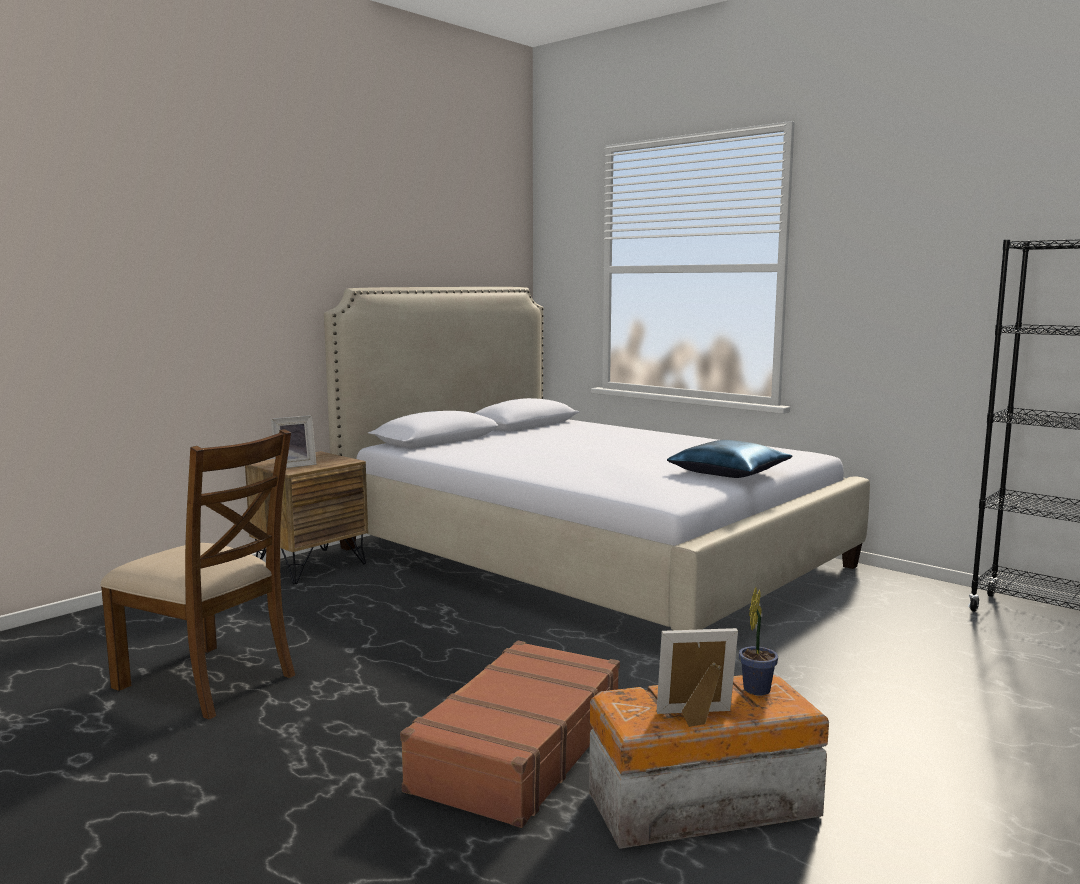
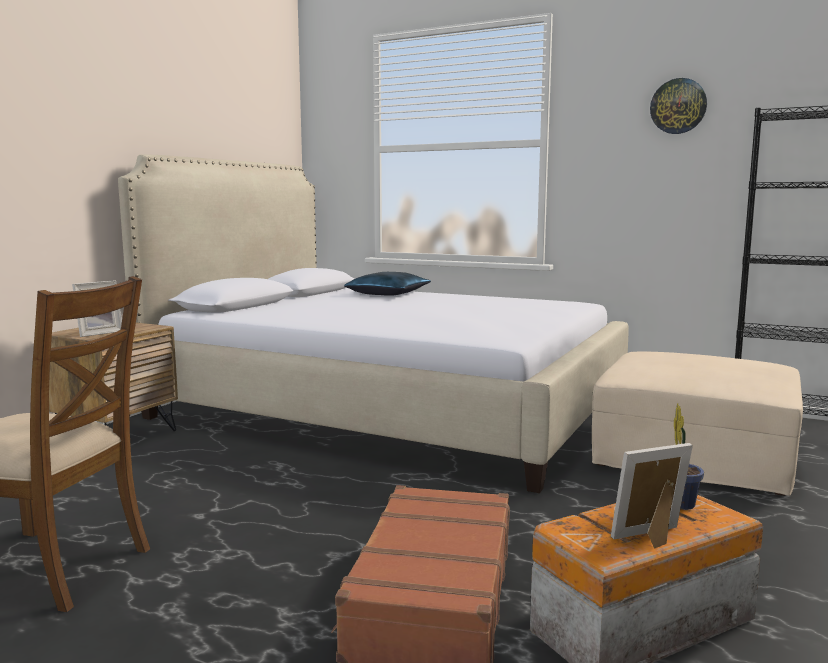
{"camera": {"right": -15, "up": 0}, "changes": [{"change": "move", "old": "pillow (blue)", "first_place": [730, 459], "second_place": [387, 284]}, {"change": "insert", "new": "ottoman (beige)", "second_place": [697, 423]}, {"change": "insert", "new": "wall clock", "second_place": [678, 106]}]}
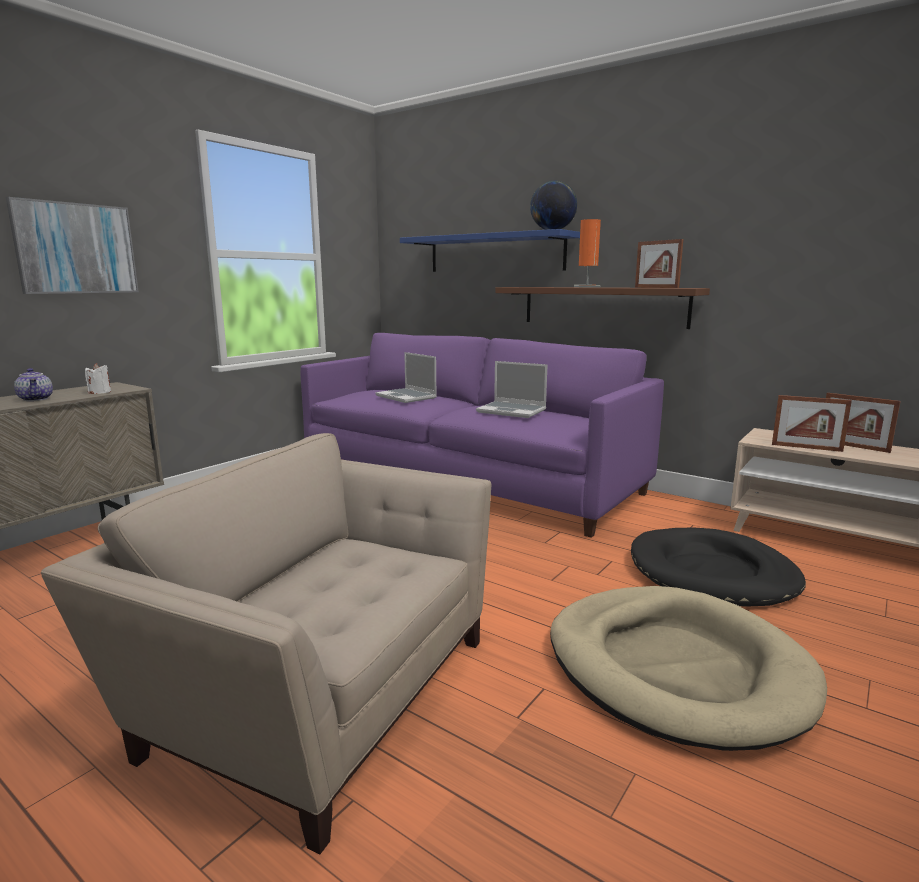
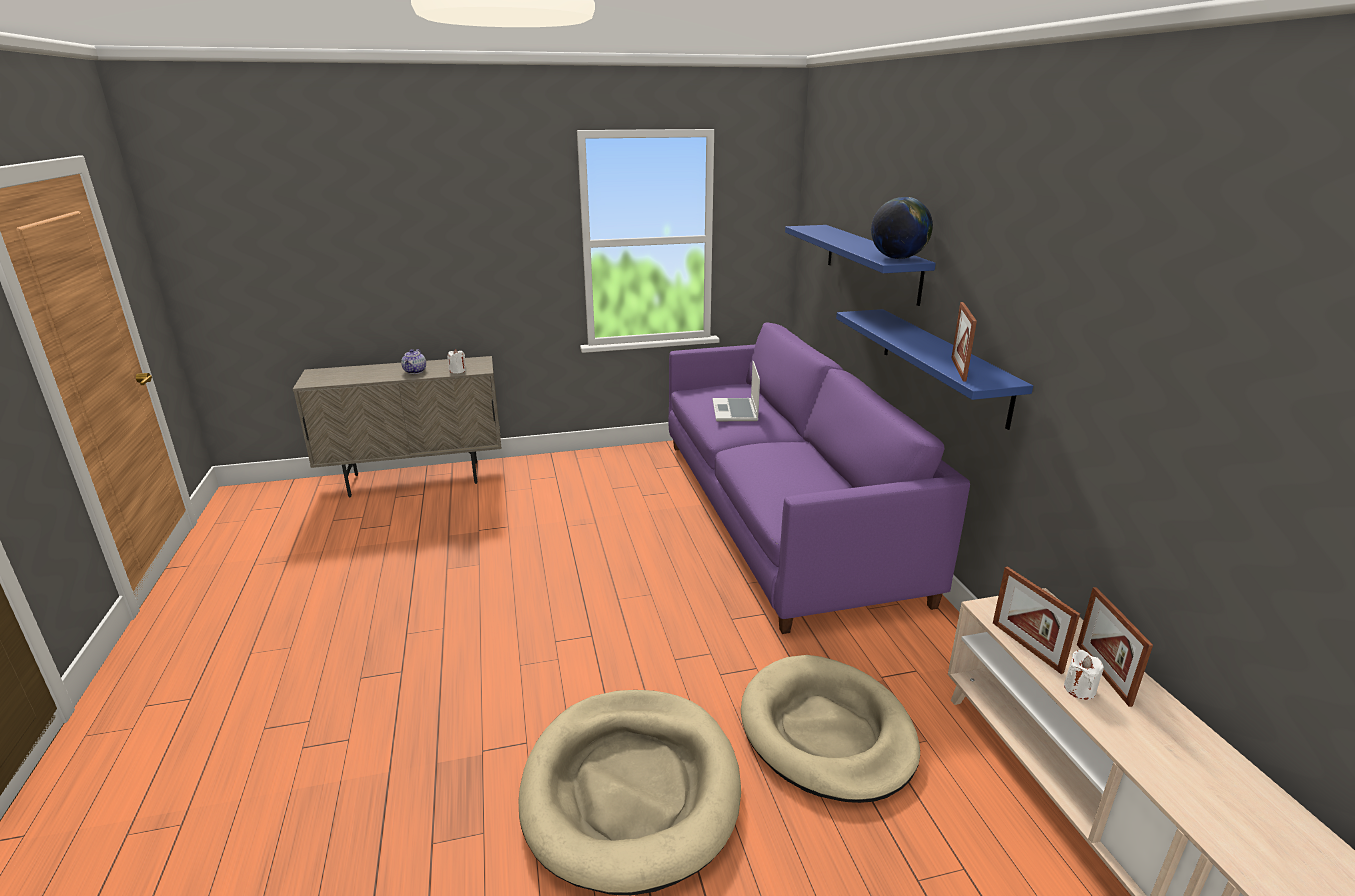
{"camera": {"right": 40, "up": 10}, "changes": [{"change": "recolor", "old": "dog bed (black)", "new": "dog bed (beige)", "first_place": [718, 567], "second_place": [830, 729]}, {"change": "recolor", "old": "shelf (brown)", "new": "shelf (blue)", "first_place": [602, 308], "second_place": [934, 369]}, {"change": "insert", "new": "candle (white)", "second_place": [1084, 675]}, {"change": "delete", "old": "picture", "first_place": [72, 245]}, {"change": "delete", "old": "armchair (beige)", "first_place": [266, 643]}, {"change": "delete", "old": "laptop", "first_place": [511, 389]}, {"change": "delete", "old": "table lamp (orange)", "first_place": [587, 253]}]}
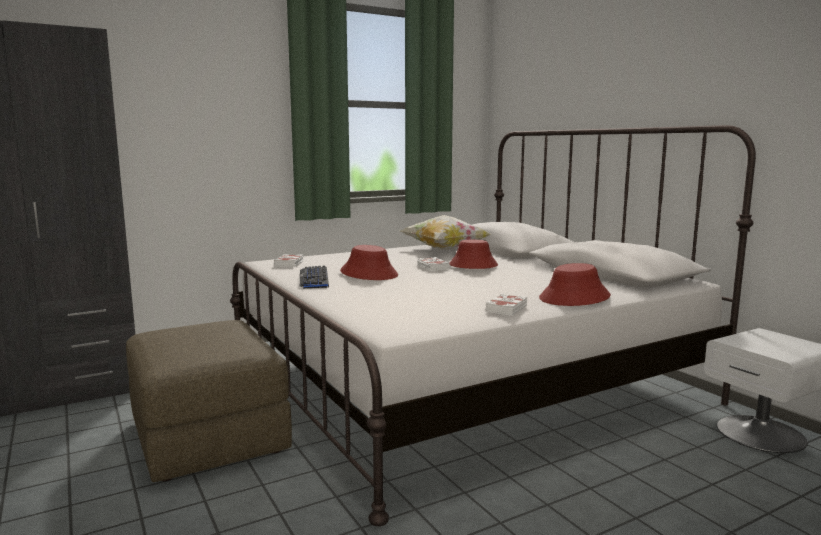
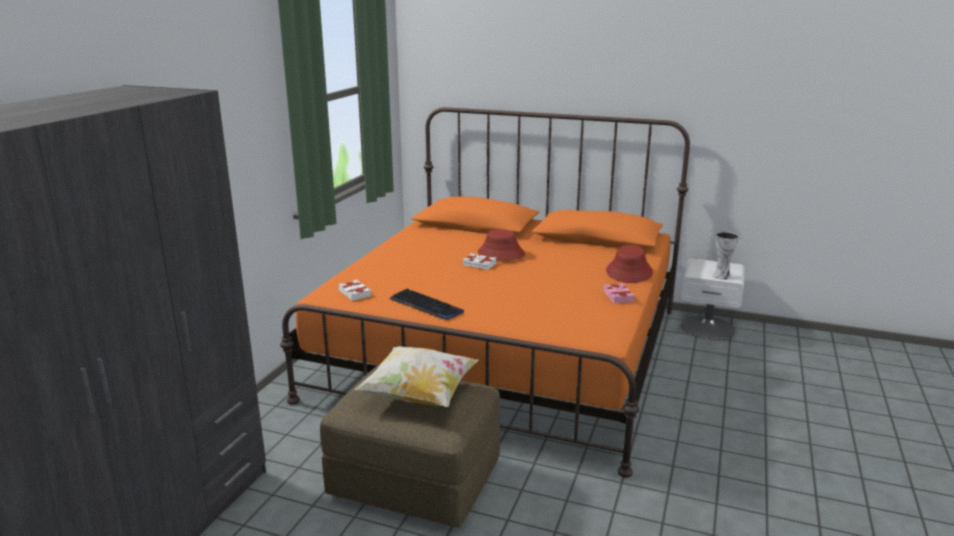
{"camera": {"right": -40, "up": 10}, "changes": [{"change": "recolor", "old": "bed (white)", "new": "bed (orange)", "first_place": [493, 325], "second_place": [485, 292]}, {"change": "move", "old": "pillow", "first_place": [446, 232], "second_place": [416, 376]}, {"change": "recolor", "old": "book (white)", "new": "book (pink)", "first_place": [506, 305], "second_place": [619, 293]}, {"change": "insert", "new": "vase", "second_place": [726, 256]}, {"change": "delete", "old": "hat (red)", "first_place": [369, 262]}]}
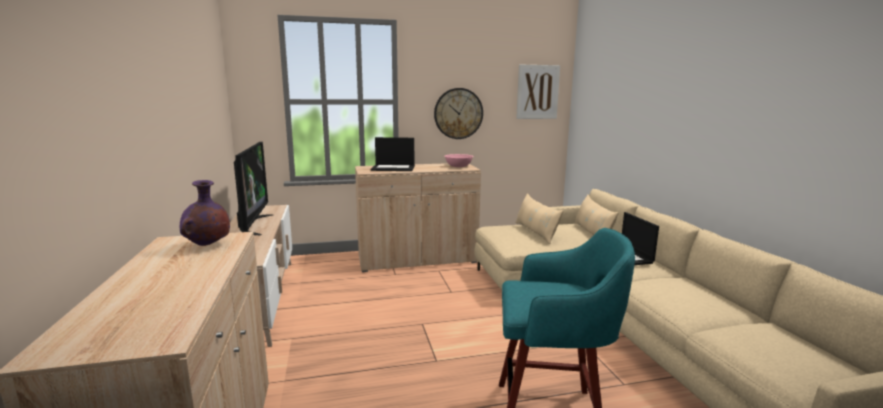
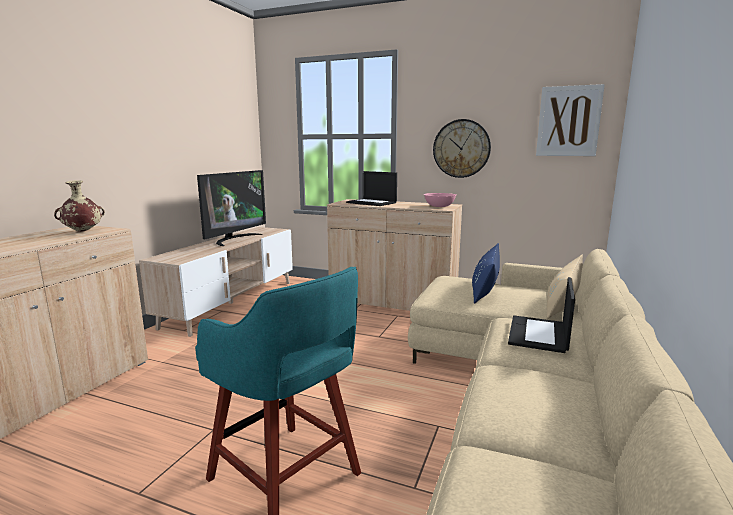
{"camera": {"right": 35, "up": 0}, "changes": [{"change": "recolor", "old": "vase (purple)", "new": "vase (beige)", "first_place": [205, 213], "second_place": [79, 206]}, {"change": "recolor", "old": "pillow (beige)", "new": "pillow (blue)", "first_place": [539, 218], "second_place": [486, 273]}]}
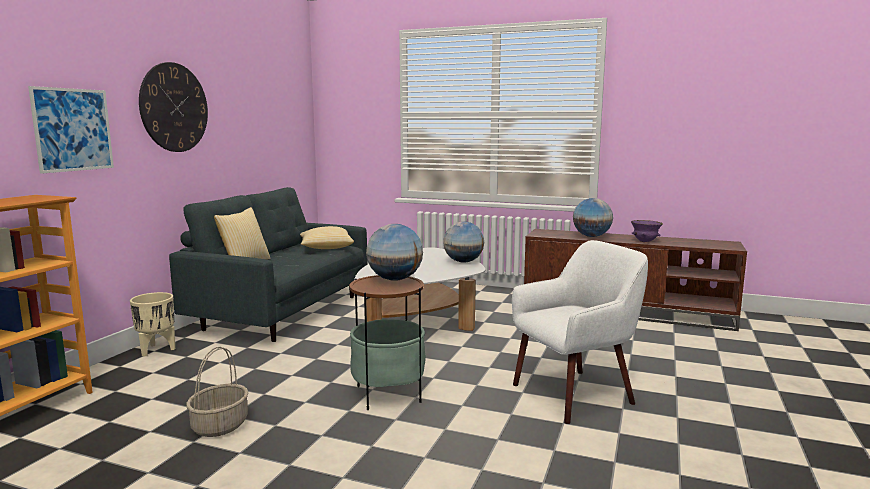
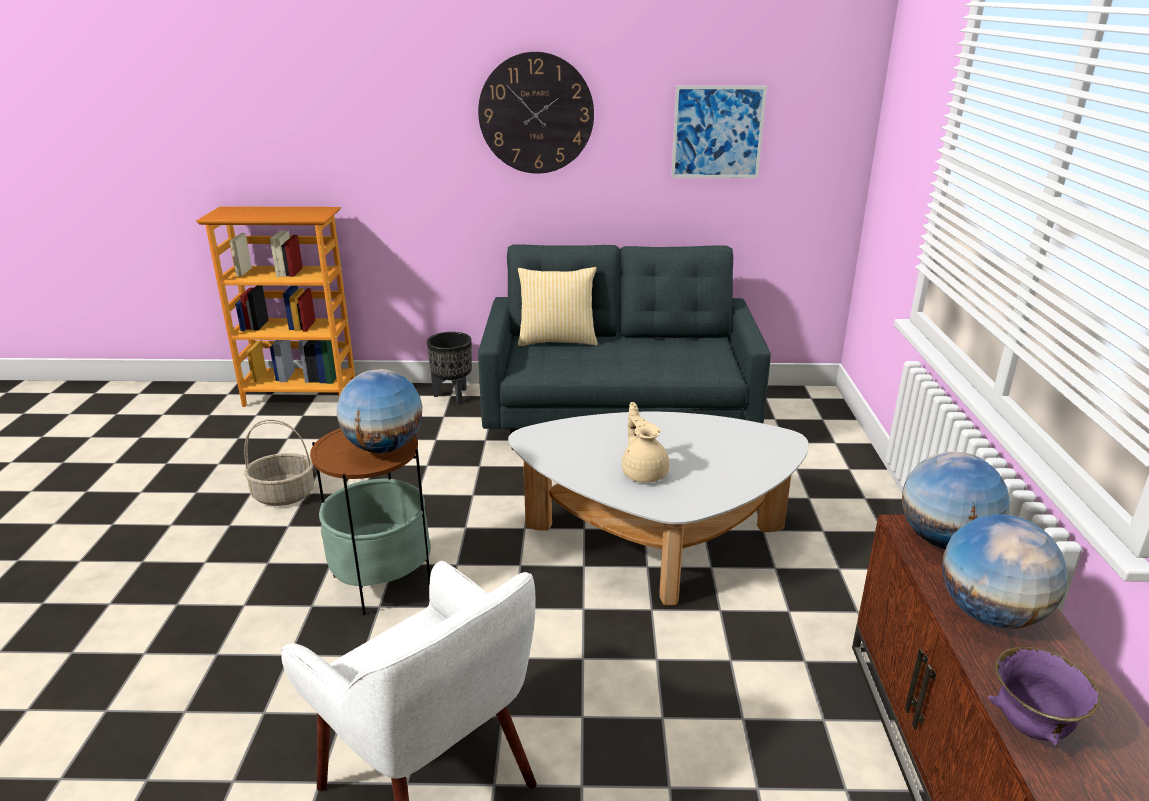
{"camera": {"right": 70, "up": 15}, "changes": [{"change": "recolor", "old": "planter (beige)", "new": "planter (black)", "first_place": [152, 324], "second_place": [449, 368]}, {"change": "insert", "new": "teapot (beige)", "second_place": [646, 442]}, {"change": "move", "old": "picture", "first_place": [71, 130], "second_place": [719, 132]}, {"change": "move", "old": "globe", "first_place": [463, 242], "second_place": [956, 500]}, {"change": "delete", "old": "pillow", "first_place": [327, 237]}]}
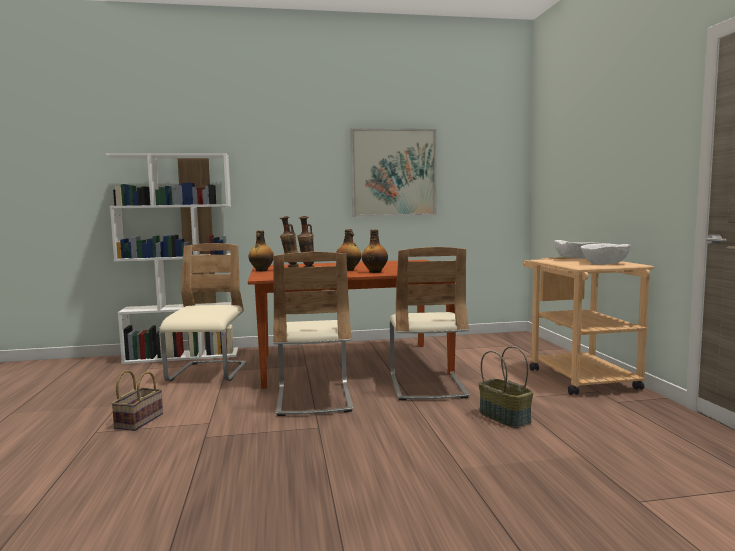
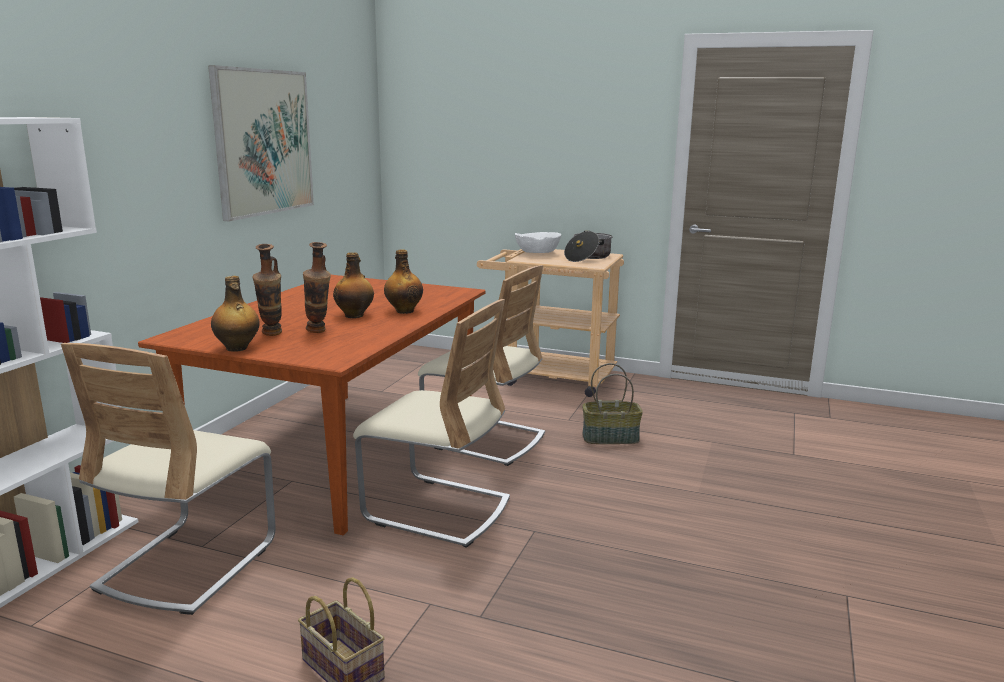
{"camera": {"right": -60, "up": 10}, "changes": [{"change": "rotate", "old": "chair (beige)", "first_place": [203, 312], "second_place": [168, 479], "degrees": -105}, {"change": "replace", "old": "bowl (white)", "new": "cooking pot", "first_place": [606, 254], "second_place": [588, 246]}]}
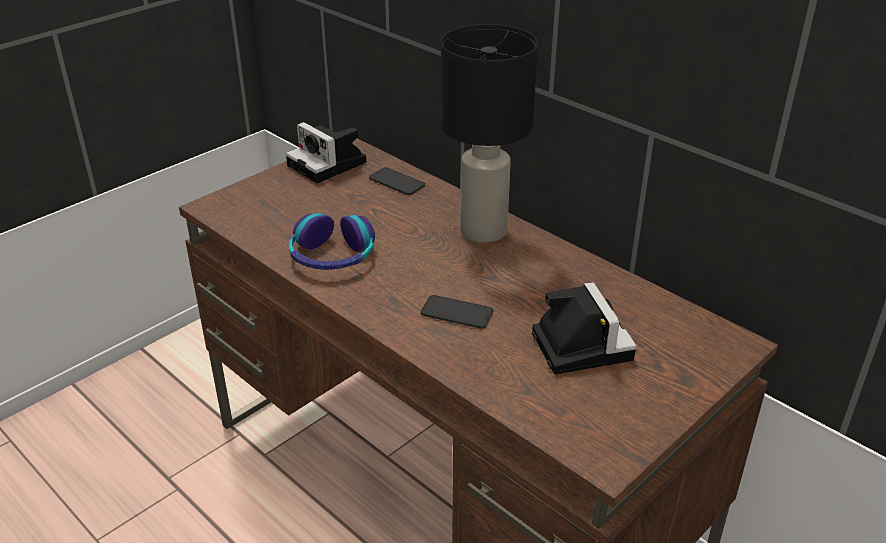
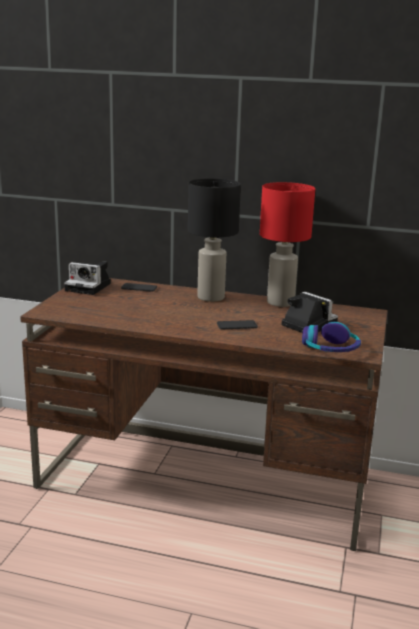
{"camera": {"right": -30, "up": -15}, "changes": [{"change": "insert", "new": "table lamp (red)", "second_place": [287, 244]}, {"change": "move", "old": "headphones", "first_place": [332, 241], "second_place": [331, 337]}]}
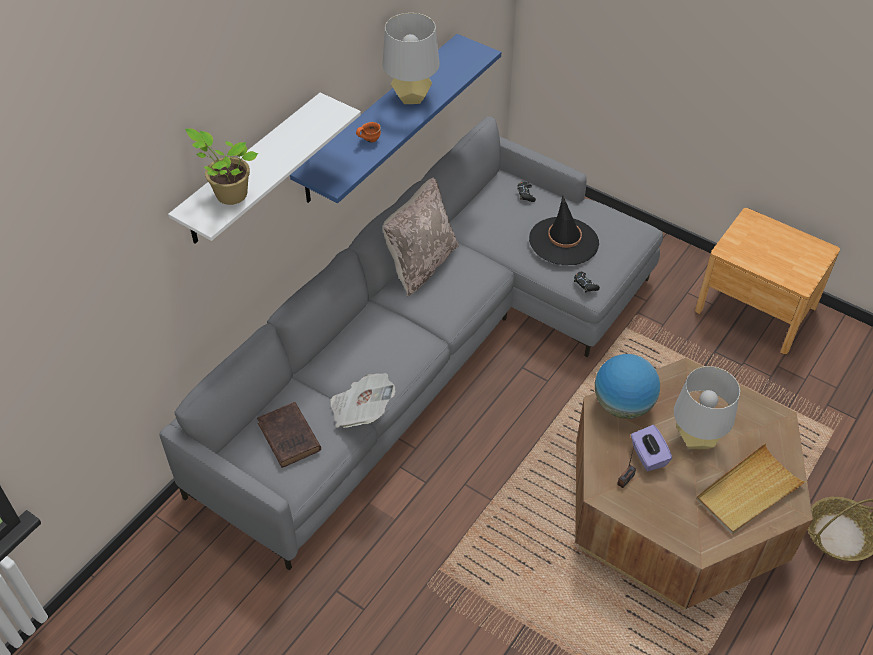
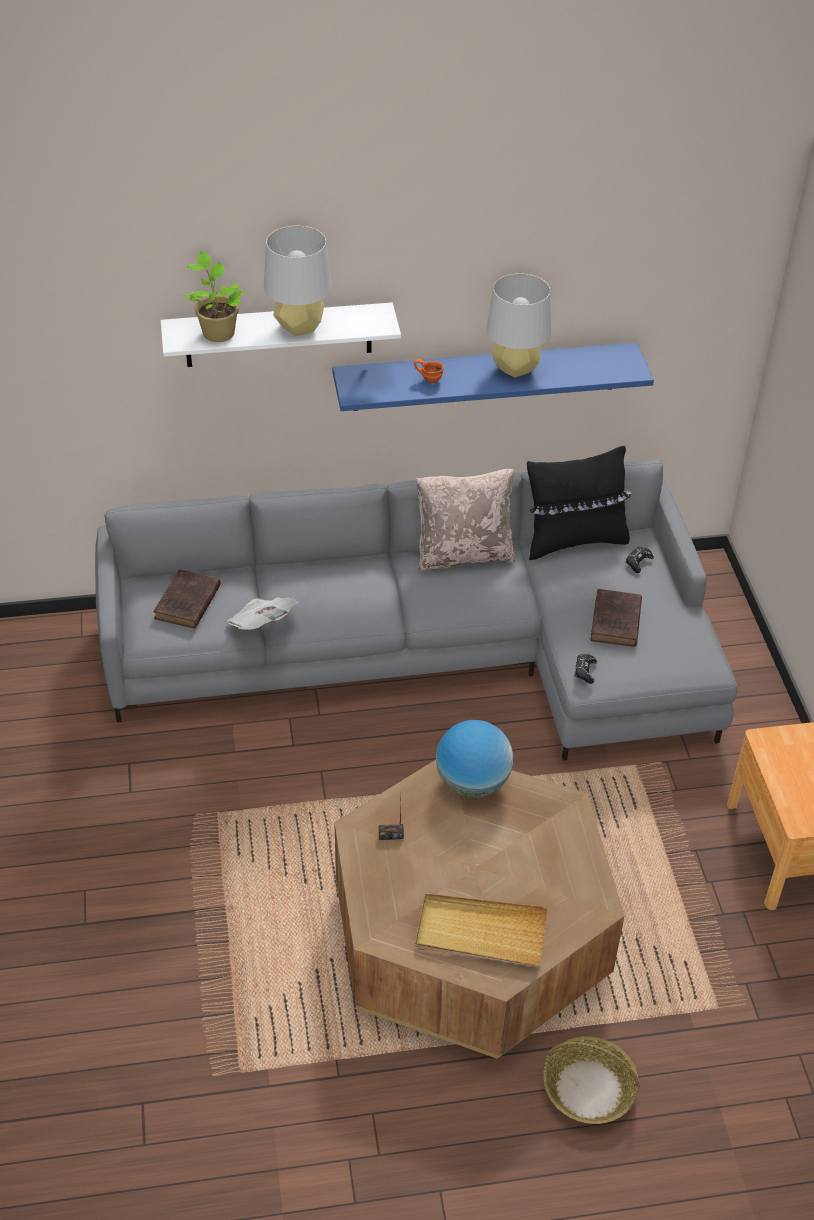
{"camera": {"right": 45, "up": -5}, "changes": [{"change": "move", "old": "table lamp (grey)", "first_place": [706, 407], "second_place": [298, 281]}, {"change": "insert", "new": "pillow (black)", "second_place": [579, 503]}, {"change": "replace", "old": "hat (black)", "new": "book (brown)", "first_place": [564, 230], "second_place": [616, 618]}, {"change": "delete", "old": "tissue box (purple)", "first_place": [651, 448]}]}
